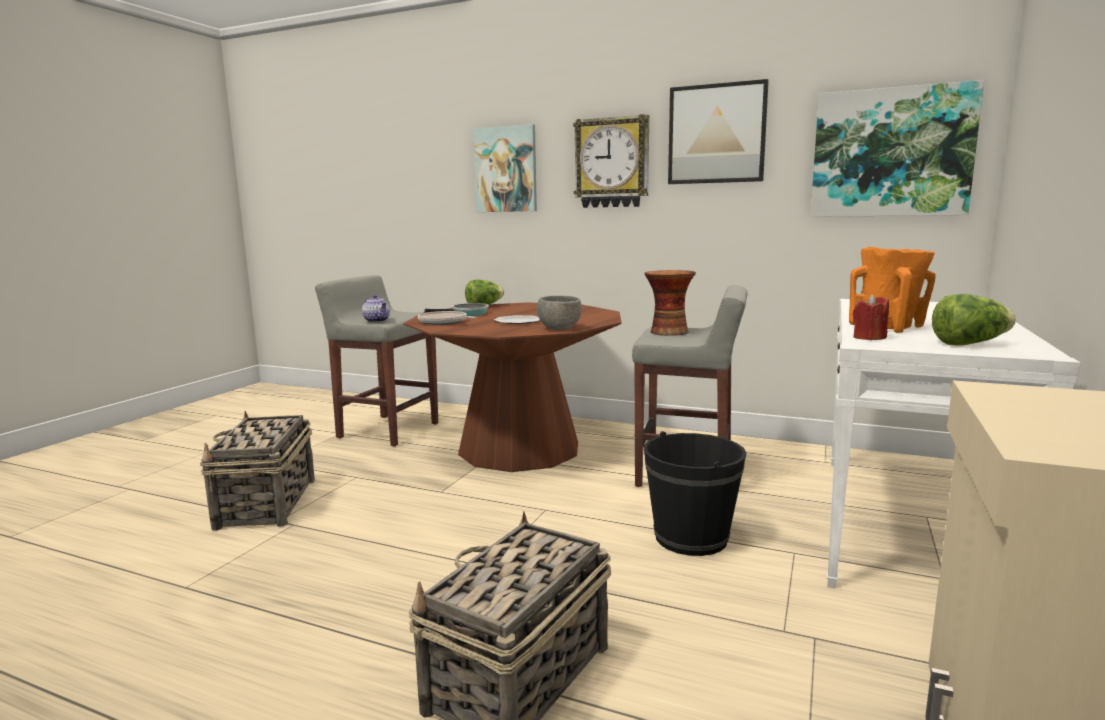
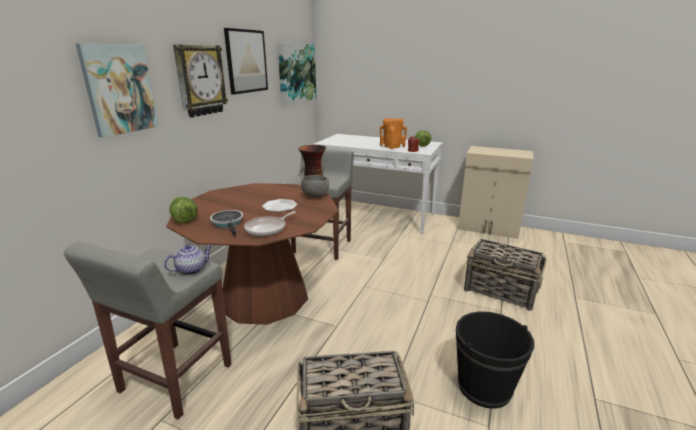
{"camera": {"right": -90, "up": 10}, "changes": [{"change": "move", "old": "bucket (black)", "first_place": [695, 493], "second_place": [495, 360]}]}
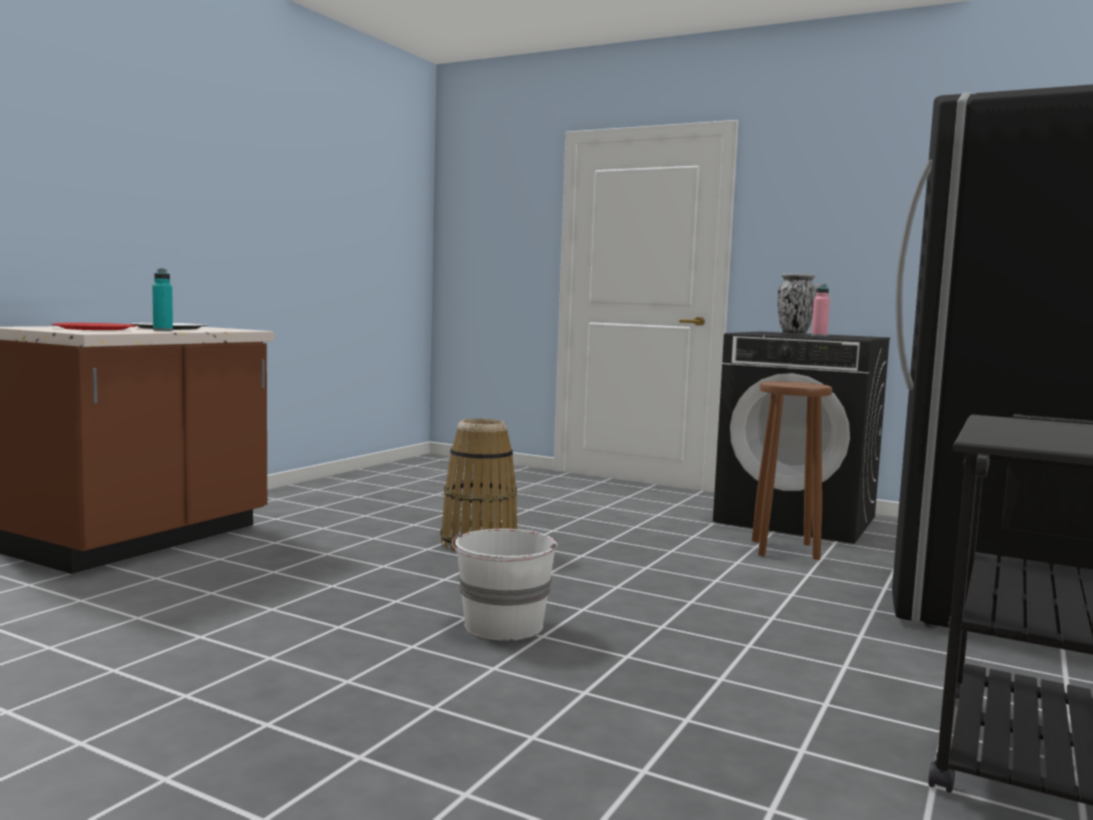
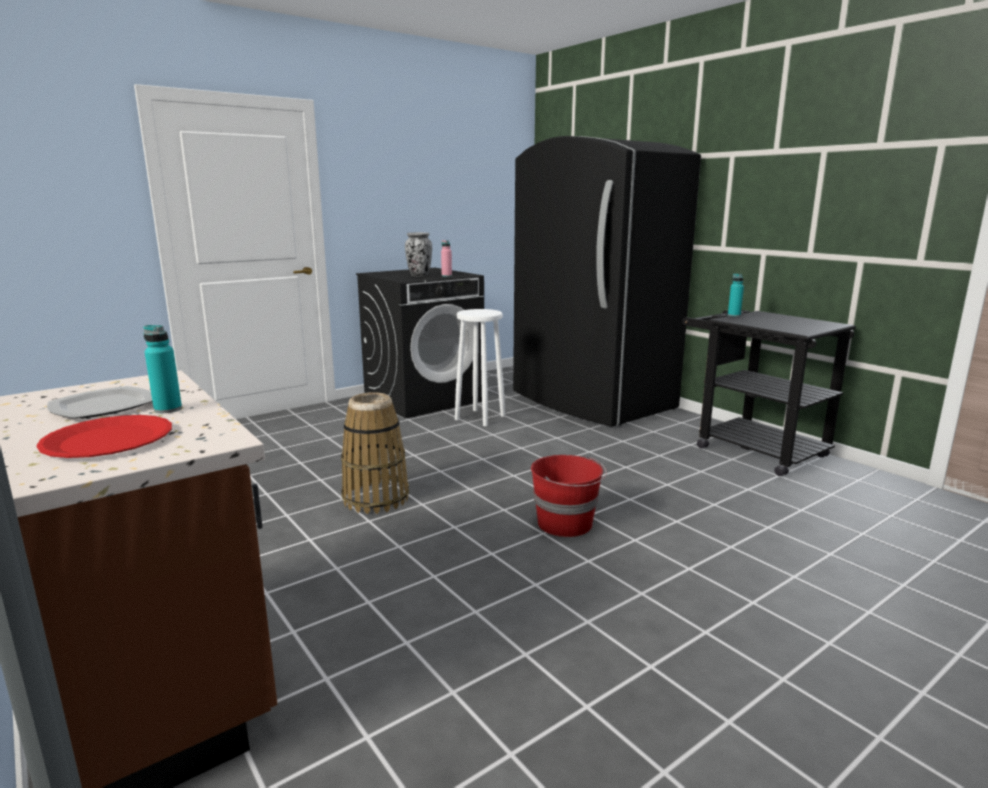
{"camera": {"right": -65, "up": 10}, "changes": [{"change": "recolor", "old": "stool (brown)", "new": "stool (white)", "first_place": [792, 470], "second_place": [480, 367]}, {"change": "recolor", "old": "bucket (white)", "new": "bucket (red)", "first_place": [504, 585], "second_place": [569, 496]}, {"change": "insert", "new": "bottle (turquoise)", "second_place": [736, 295]}]}
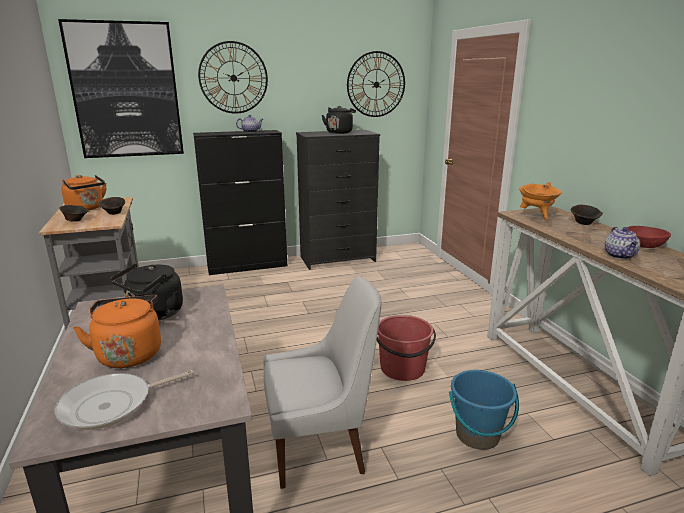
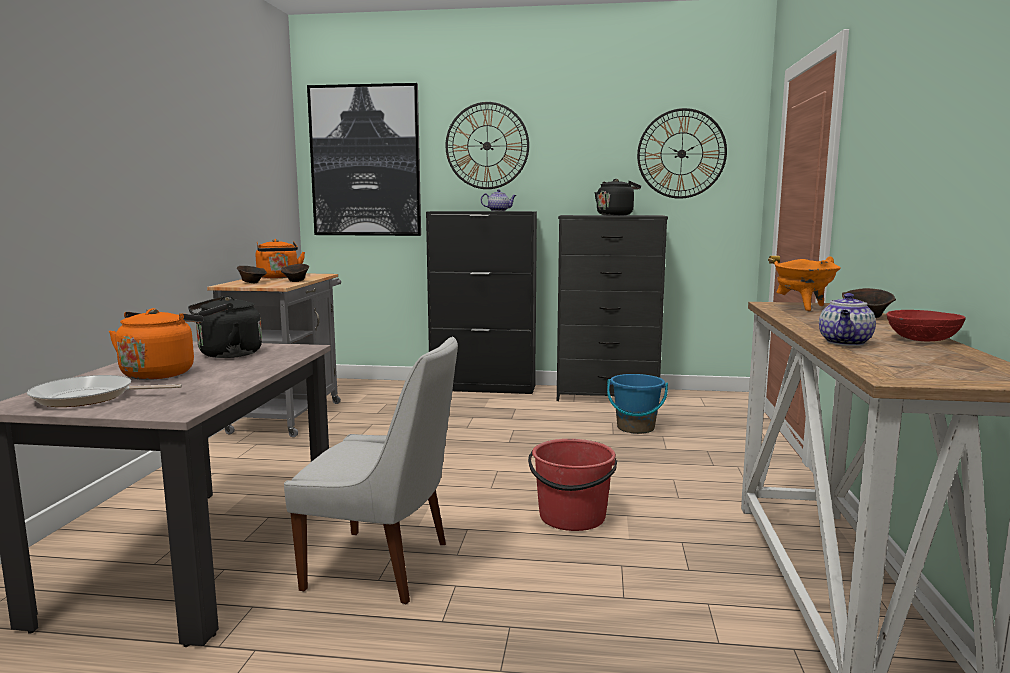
{"camera": {"right": 25, "up": -10}, "changes": [{"change": "move", "old": "bucket (blue)", "first_place": [484, 410], "second_place": [637, 404]}]}
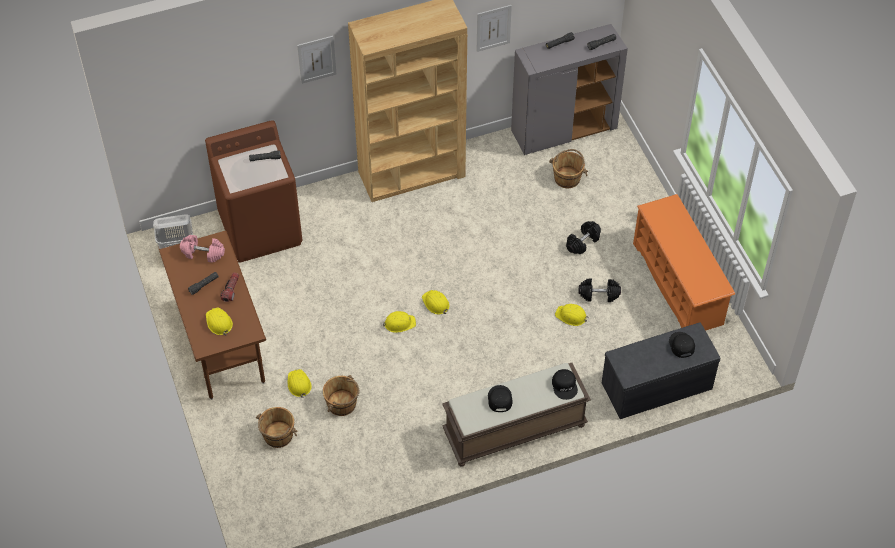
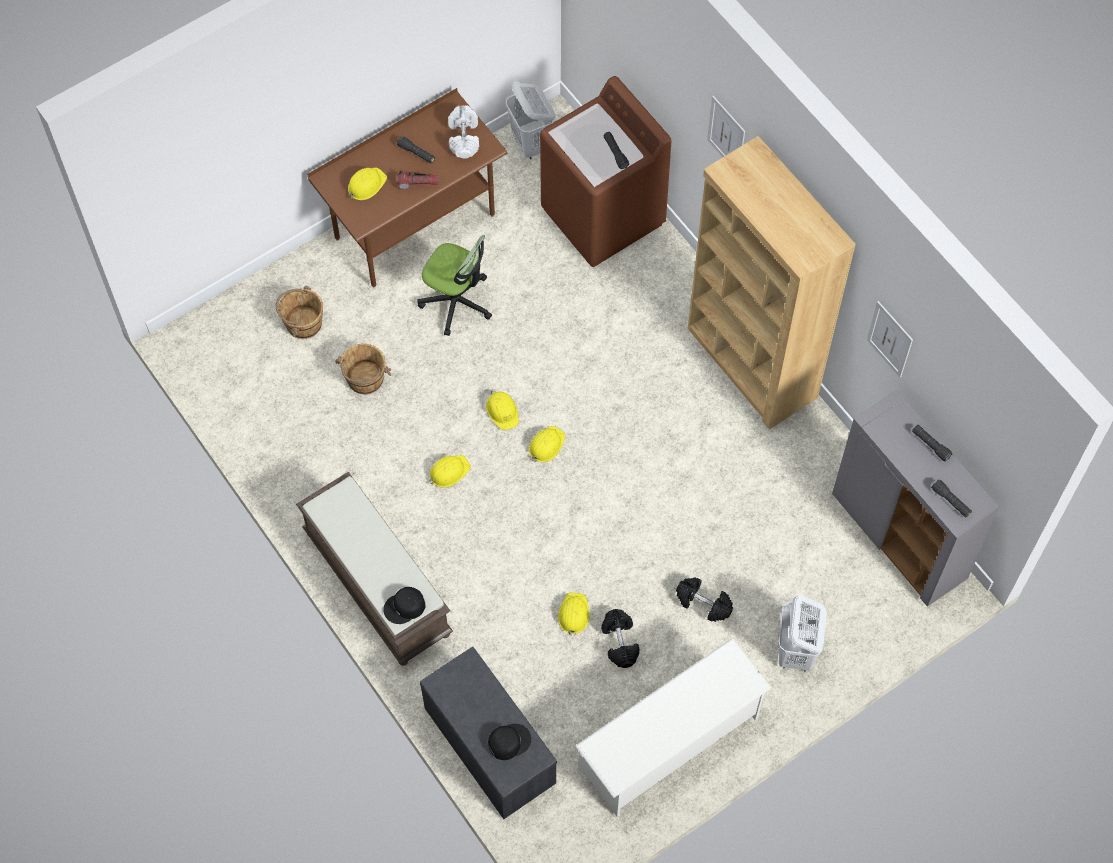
{"camera": {"right": 75, "up": 10}, "changes": [{"change": "insert", "new": "office chair", "second_place": [454, 285]}, {"change": "move", "old": "hard hat (yellow)", "first_place": [299, 383], "second_place": [450, 471]}, {"change": "recolor", "old": "dumbbell (pink)", "new": "dumbbell (white)", "first_place": [202, 249], "second_place": [463, 132]}, {"change": "recolor", "old": "shoe rack (orange)", "new": "shoe rack (white)", "first_place": [684, 262], "second_place": [673, 727]}, {"change": "insert", "new": "laundry basket (white)", "second_place": [802, 633]}, {"change": "delete", "old": "cap (black)", "first_place": [500, 398]}, {"change": "delete", "old": "bucket (brown)", "first_place": [568, 168]}]}
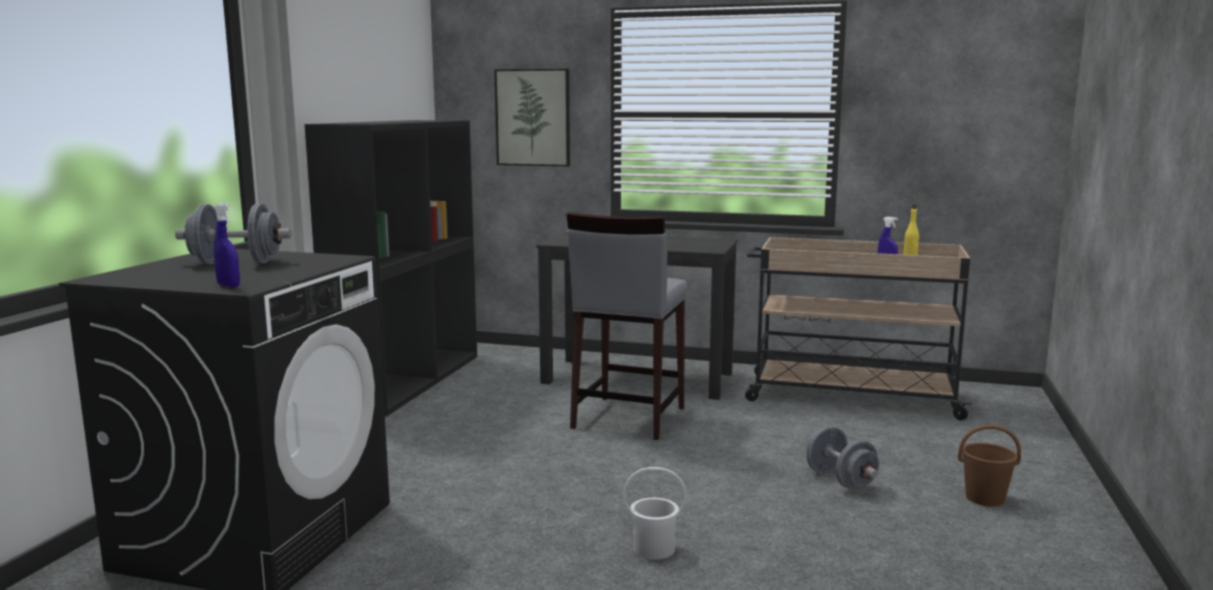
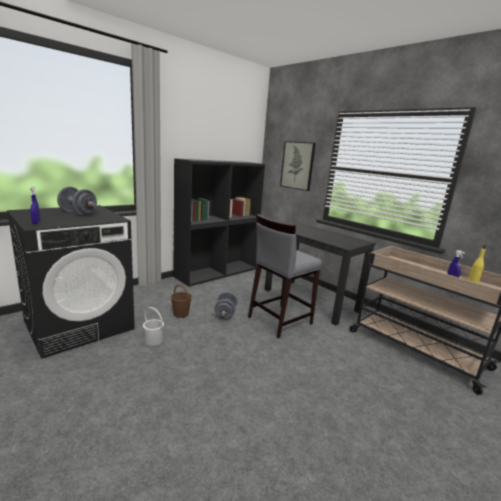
{"camera": {"right": 30, "up": 5}, "changes": [{"change": "move", "old": "bucket (white)", "first_place": [655, 513], "second_place": [153, 326]}, {"change": "move", "old": "bucket (brown)", "first_place": [989, 465], "second_place": [181, 301]}, {"change": "move", "old": "dumbbell (grey)", "first_place": [842, 458], "second_place": [225, 305]}]}
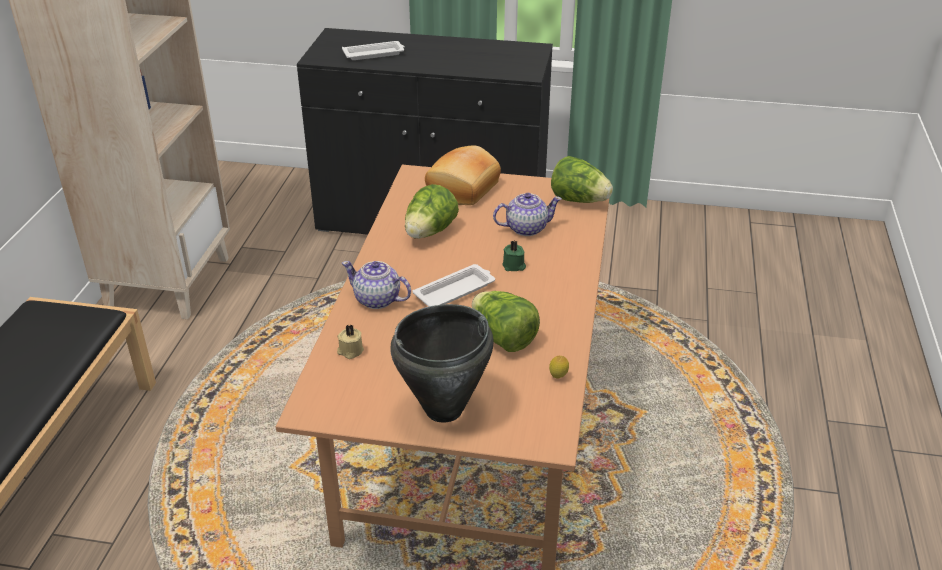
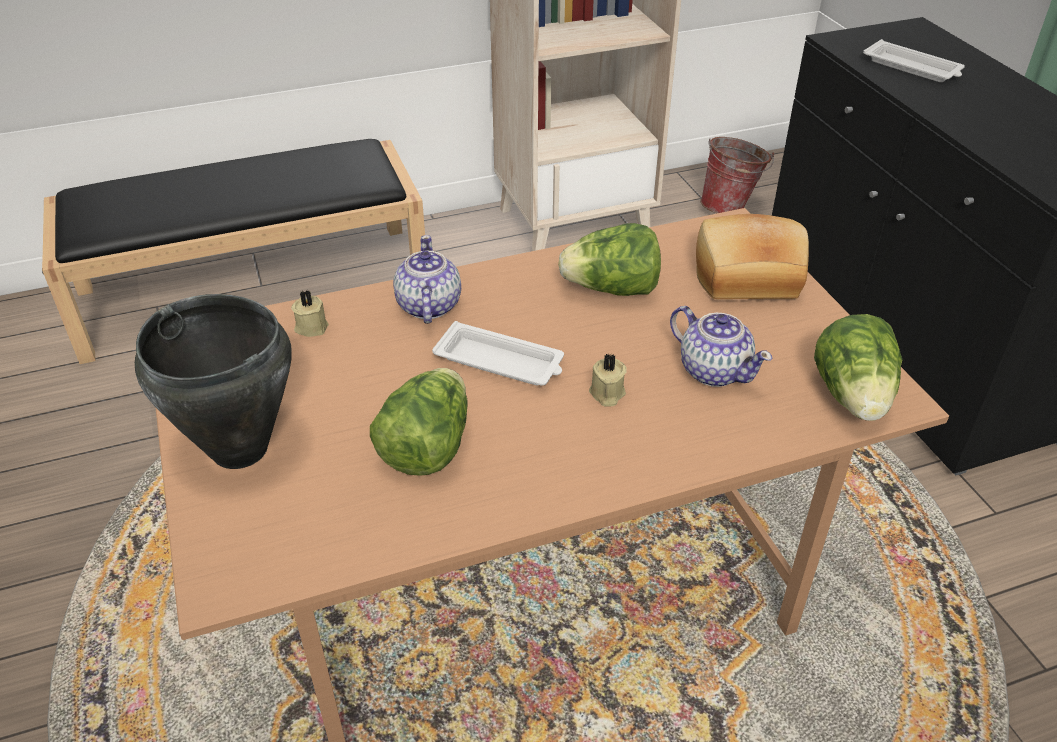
{"camera": {"right": 60, "up": 5}, "changes": [{"change": "recolor", "old": "candle (green)", "new": "candle (beige)", "first_place": [514, 256], "second_place": [607, 380]}, {"change": "insert", "new": "bucket", "second_place": [737, 175]}, {"change": "delete", "old": "lemon", "first_place": [559, 367]}]}
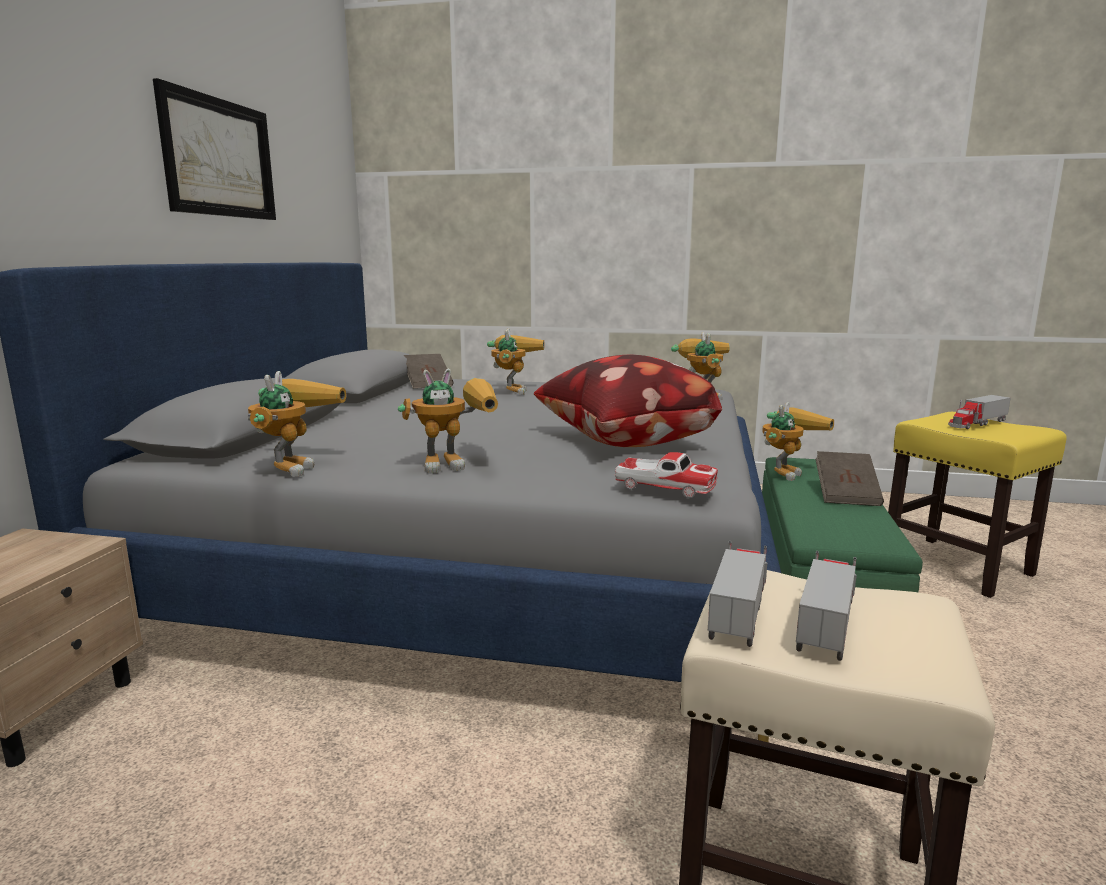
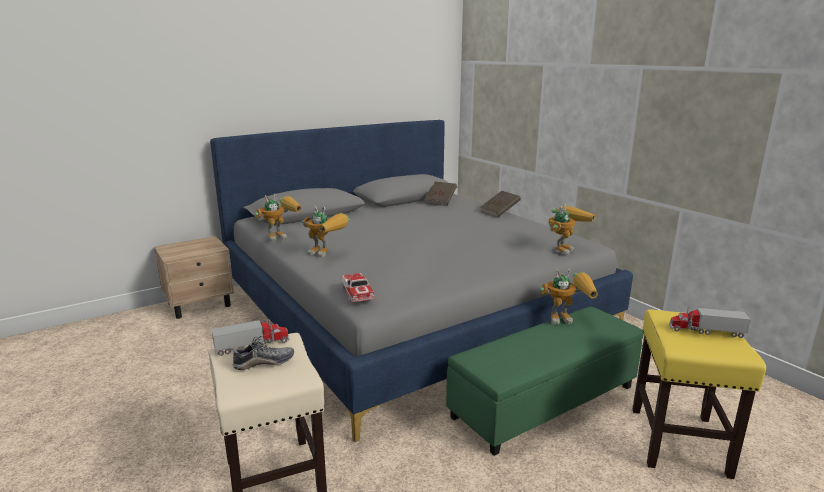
{"camera": {"right": 45, "up": 5}, "changes": [{"change": "replace", "old": "toy truck", "new": "shoe", "first_place": [826, 606], "second_place": [263, 353]}, {"change": "move", "old": "book (brown)", "first_place": [849, 478], "second_place": [500, 204]}, {"change": "delete", "old": "picture", "first_place": [214, 149]}, {"change": "delete", "old": "toy robot", "first_place": [516, 361]}, {"change": "delete", "old": "pillow", "first_place": [628, 401]}]}
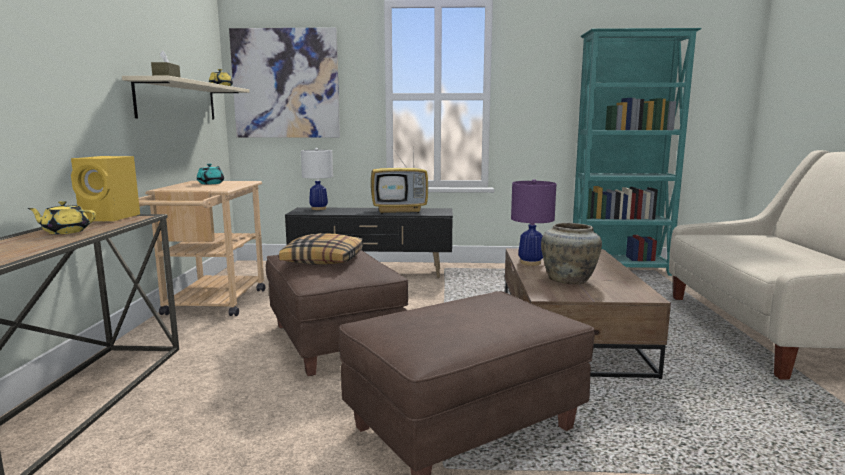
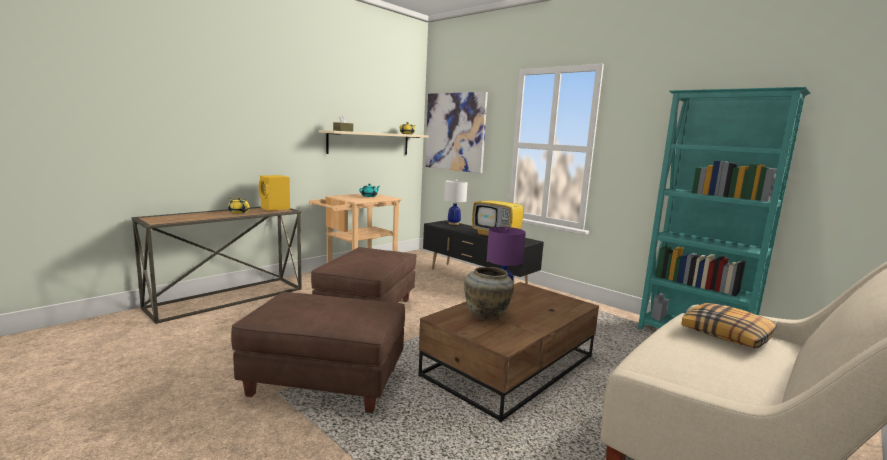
{"camera": {"right": 40, "up": 0}, "changes": [{"change": "move", "old": "pillow", "first_place": [321, 249], "second_place": [729, 325]}]}
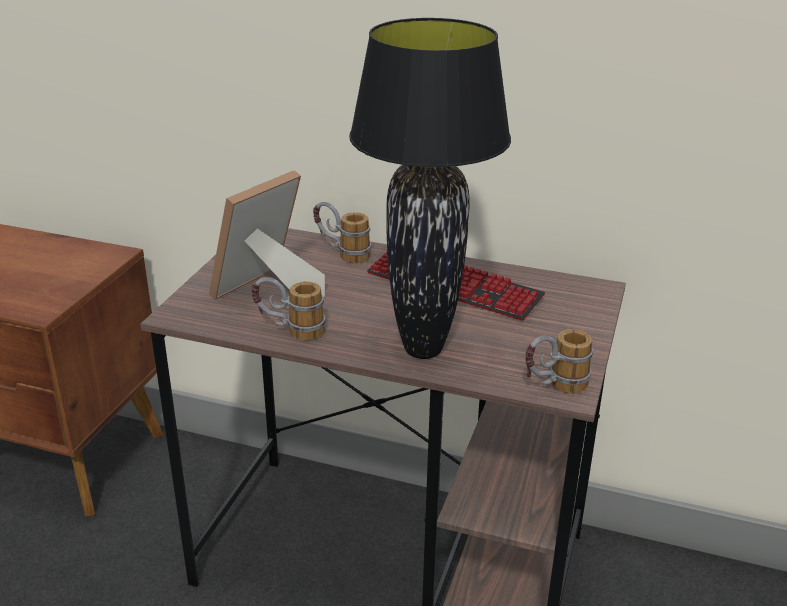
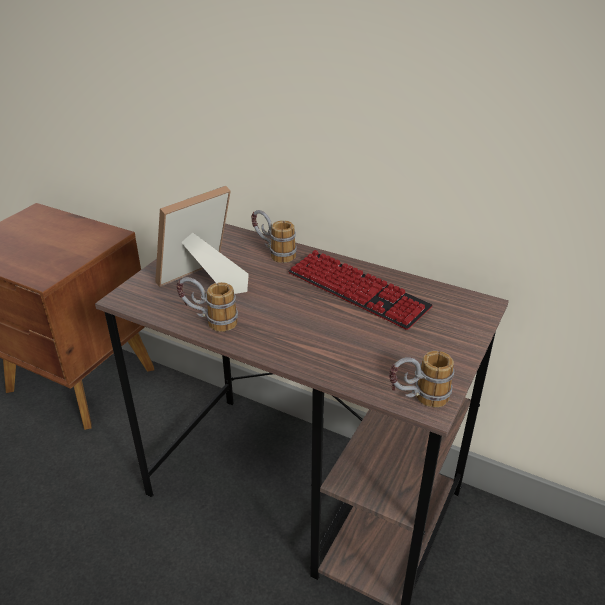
{"camera": {"right": 10, "up": 5}, "changes": [{"change": "delete", "old": "table lamp (black)", "first_place": [430, 188]}]}
